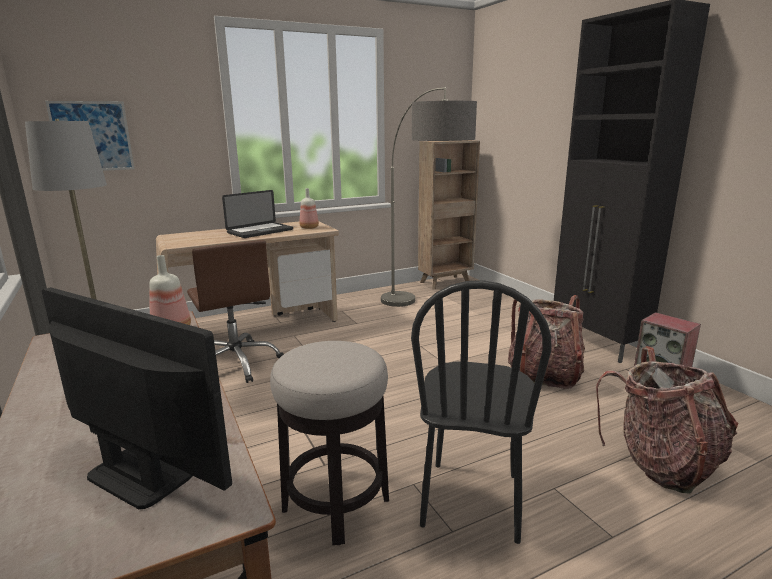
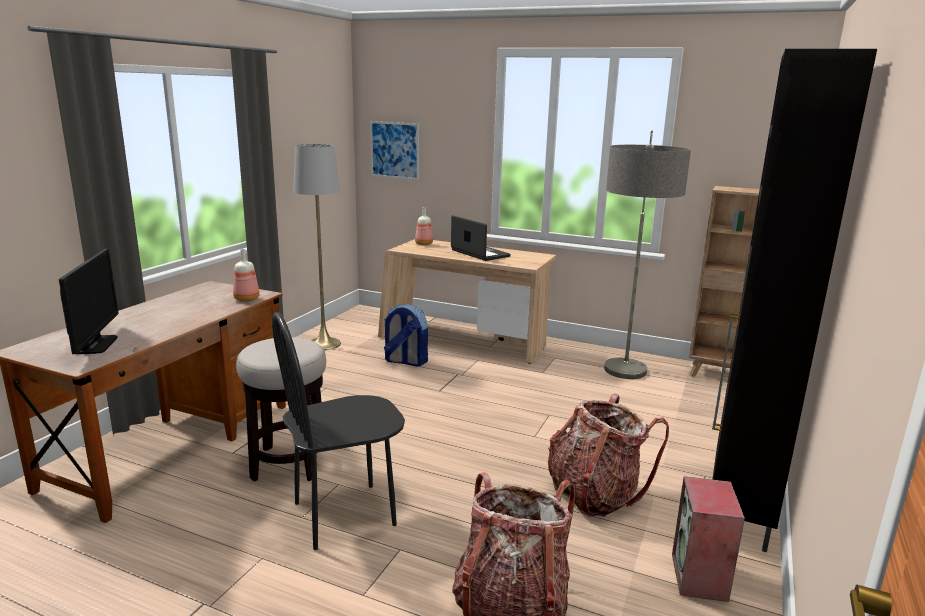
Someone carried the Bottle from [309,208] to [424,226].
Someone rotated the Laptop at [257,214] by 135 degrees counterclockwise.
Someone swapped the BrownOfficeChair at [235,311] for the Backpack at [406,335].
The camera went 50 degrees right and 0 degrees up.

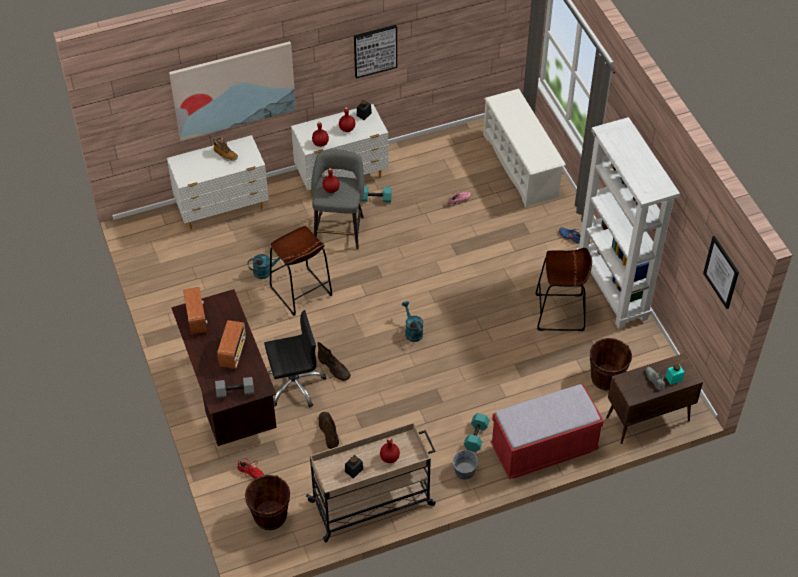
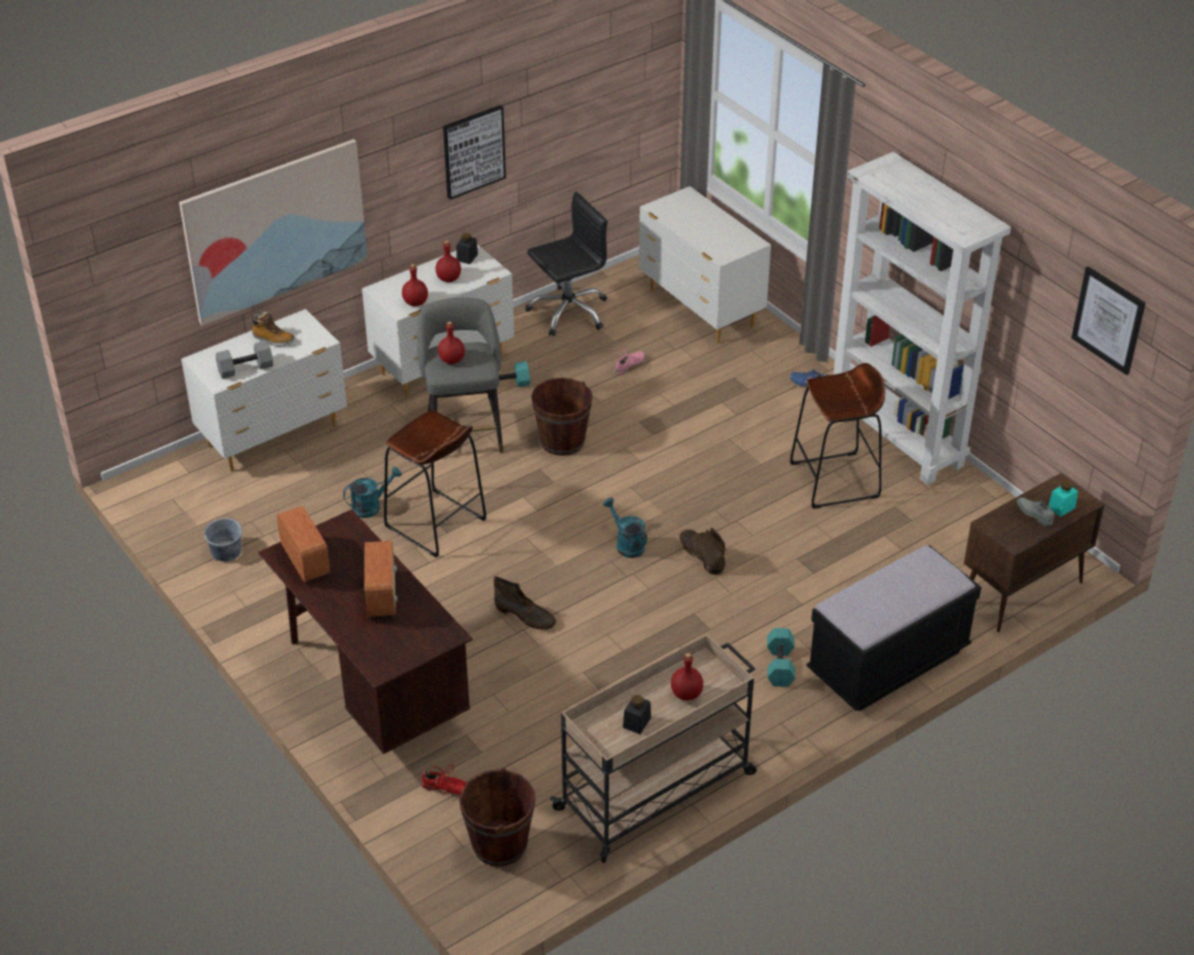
Someone swapped the WhiteShoeRack at [524,148] for the WhiteDresser at [705,264].
Someone carried the BlackOfficeChair from [295,358] to [566,264].
Someone carried the BrownBucket from [611,364] to [562,417].
Someone carried the GreyDumbbell from [234,387] to [244,360].
Someone repainted the RedBench at [547,431], which became the BlackBench at [894,628].
Someone carried the BrownBoot from [329,430] to [702,551].
Someone carried the GreyBucket from [465,465] to [223,538].
The camera went 15 degrees left and 10 degrees down.

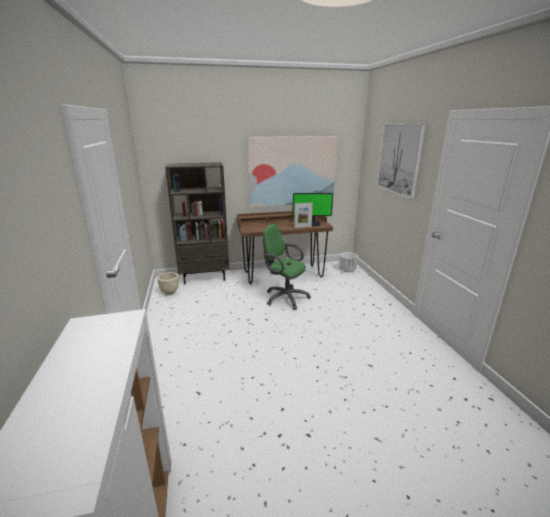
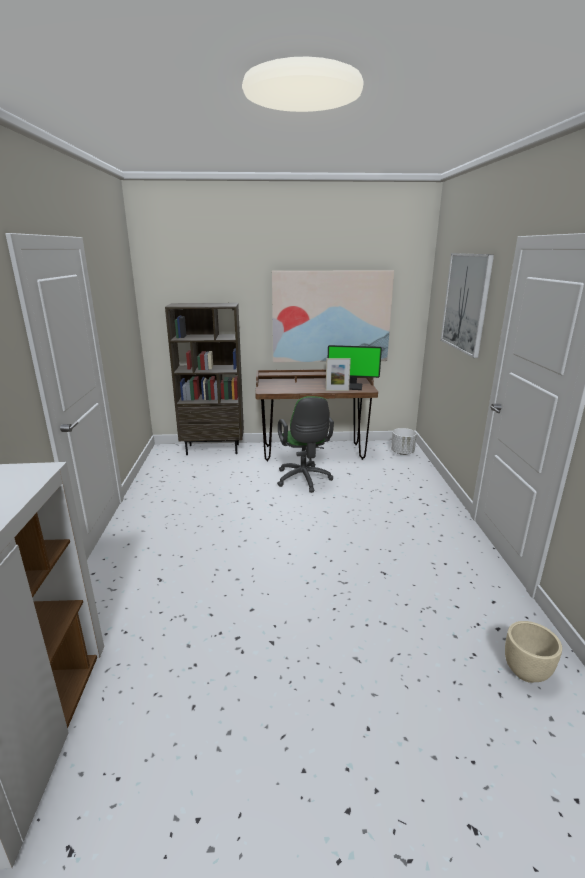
Someone rotated the GreenOfficeChair at [287,267] by 150 degrees counterclockwise.
Someone carried the BeigePlanter from [168,283] to [533,652].
The camera went 10 degrees right and 0 degrees up.

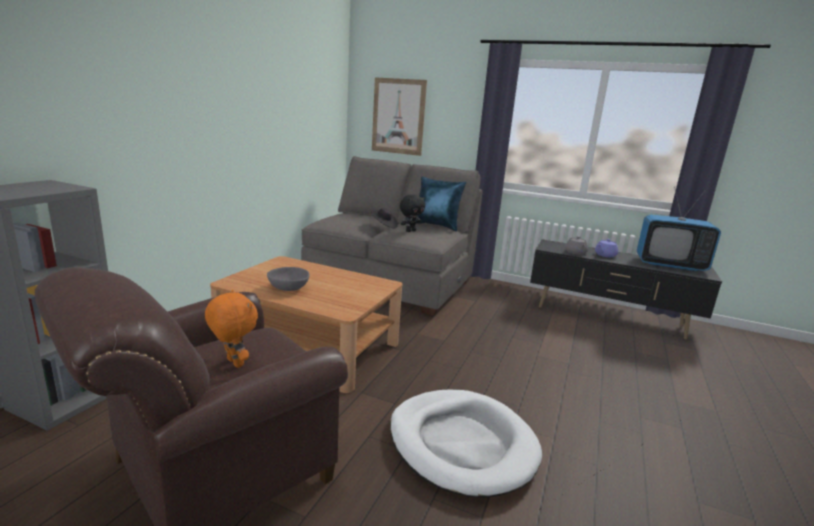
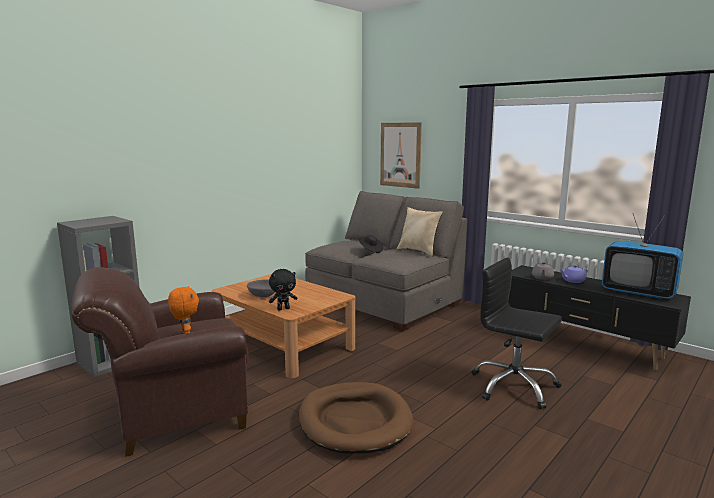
Someone repainted the BluePillow at [441,203], which became the BeigePillow at [419,231].
Someone carried the BlackPlushToy from [412,213] to [283,289].
Someone repainted the WhiteDogBed at [466,443], which became the BrownDogBed at [356,418].
Someone put down the BlackOfficeChair at [516,333].
The camera went 20 degrees right and 5 degrees down.

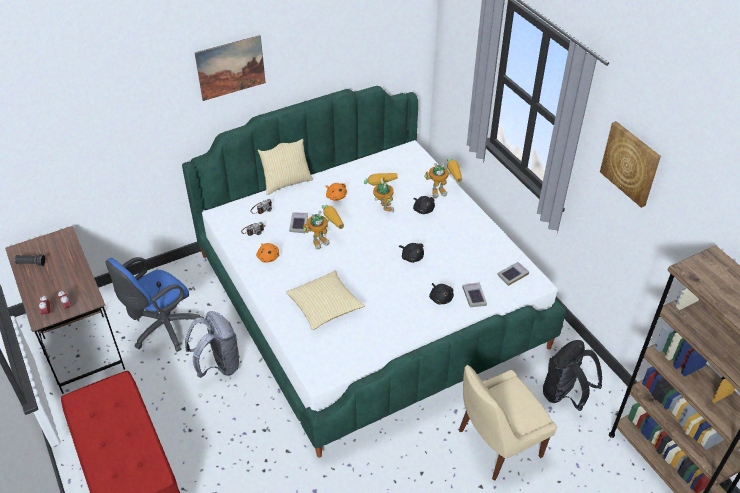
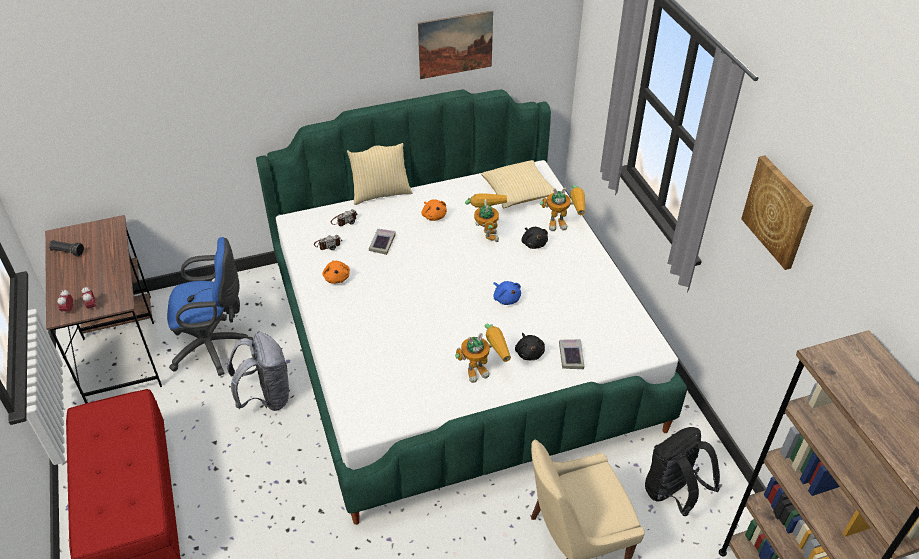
Someone carried the Picture from [230,68] to [455,44].
Someone carried the ToyRobot from [323,227] to [483,353].
Someone repainted the BlackPlushToy at [411,253], which became the BluePlushToy at [507,293].
Someone rotated the BlueOfficeChair at [155,304] by 150 degrees counterclockwise.
Someone took away the Book at [513,274].
Someone carried the Pillow from [325,300] to [517,184].
The camera went 10 degrees right and 0 degrees up.

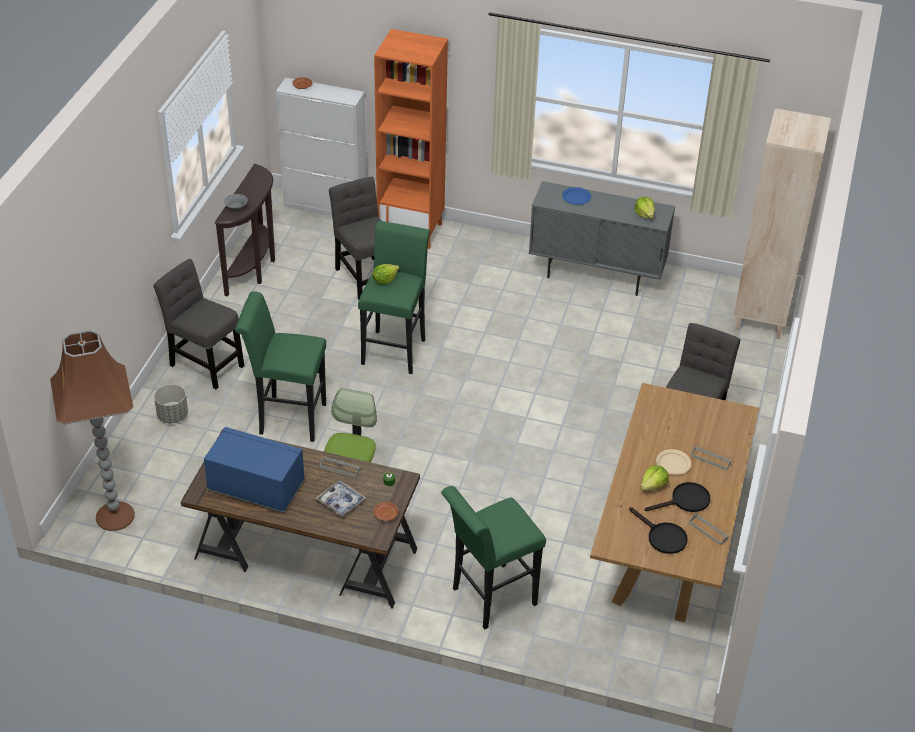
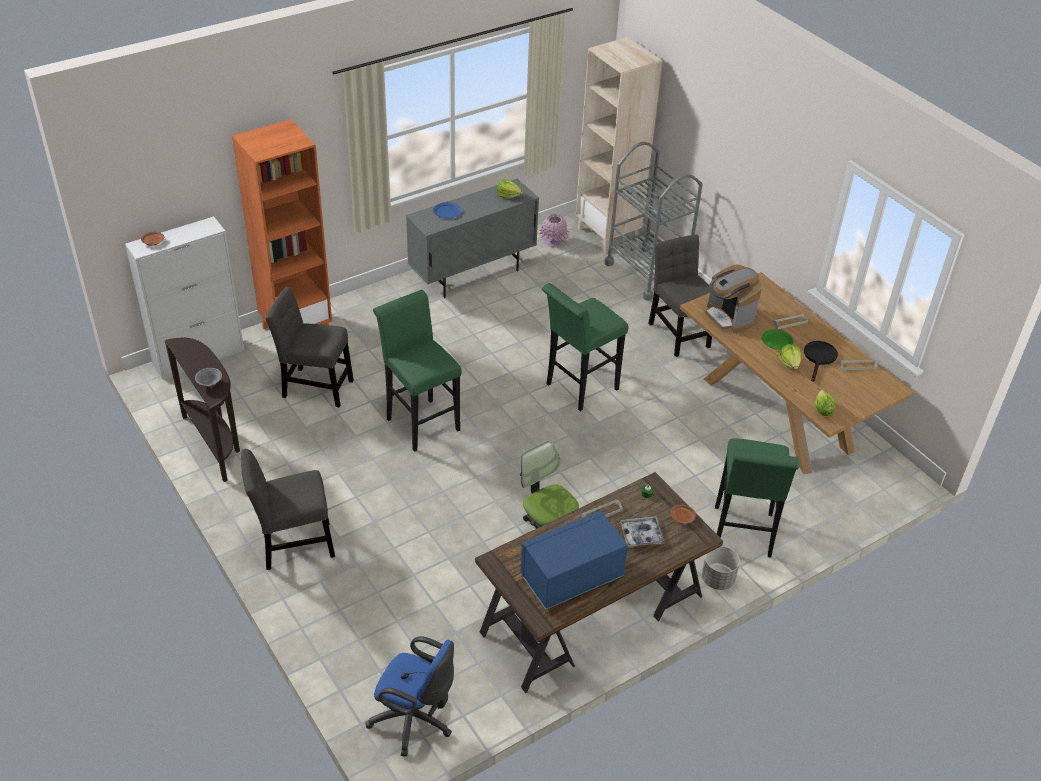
Someone carried the Lettuce from [386,274] to [825,403].
Someone carried the GreenStool from [280,366] to [585,347].
Someone swapped the BrownFloorLamp at [92,430] for the BlueOfficeChair at [409,696].
Someone carried the GreyPlanter from [171,403] to [721,568].
Someone repainted the BeigePlate at [673,462], which became the GreenPlate at [777,339].
Someone took away the BlackFryingPan at [658,530].
Someone put down the GreyCart at [654,221].
Someone put down the PinkVase at [554,230].
Someone put down the CoffeeMachine at [733,299].
The camera went 50 degrees left and 0 degrees up.

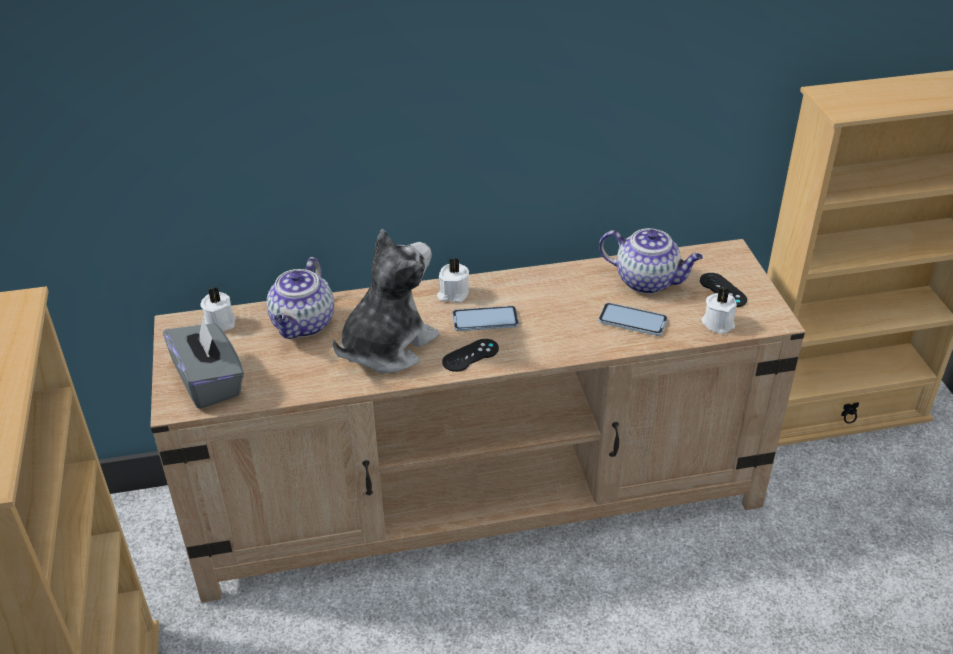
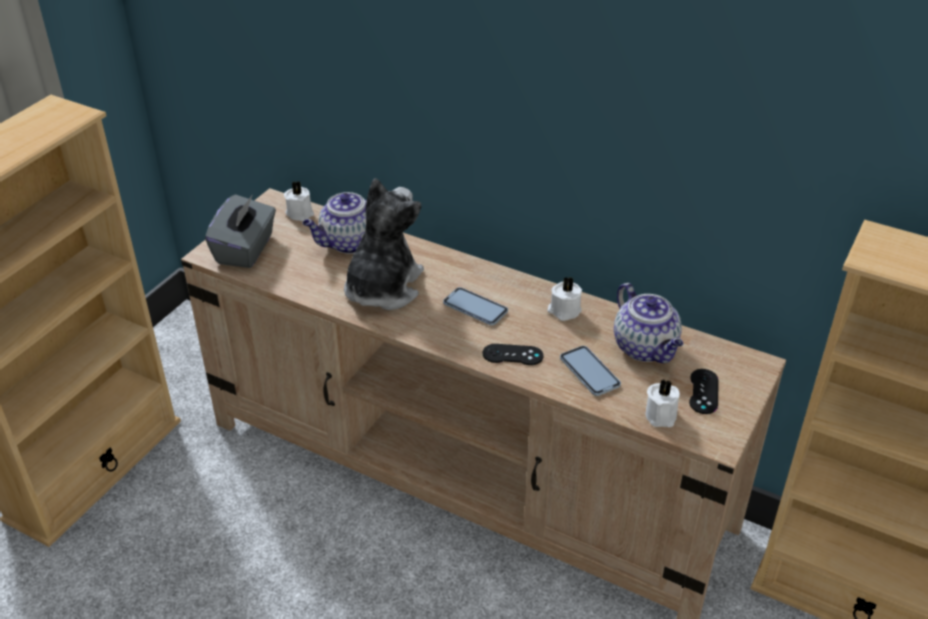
Someone rotated the PlushToy at [385,301] by 60 degrees counterclockwise.
Someone carried the WhiteCandle from [453,280] to [564,298].
Someone carried the BlackGameController from [470,355] to [513,354].
The camera went 40 degrees right and 0 degrees up.

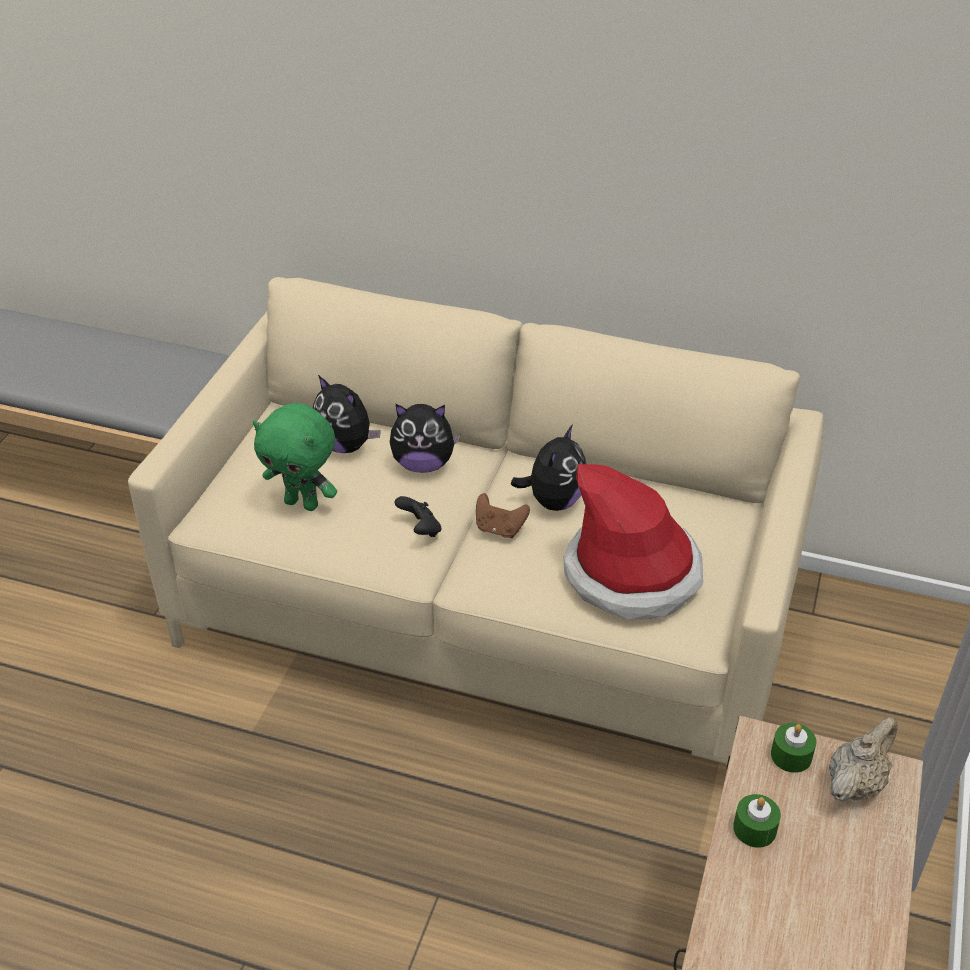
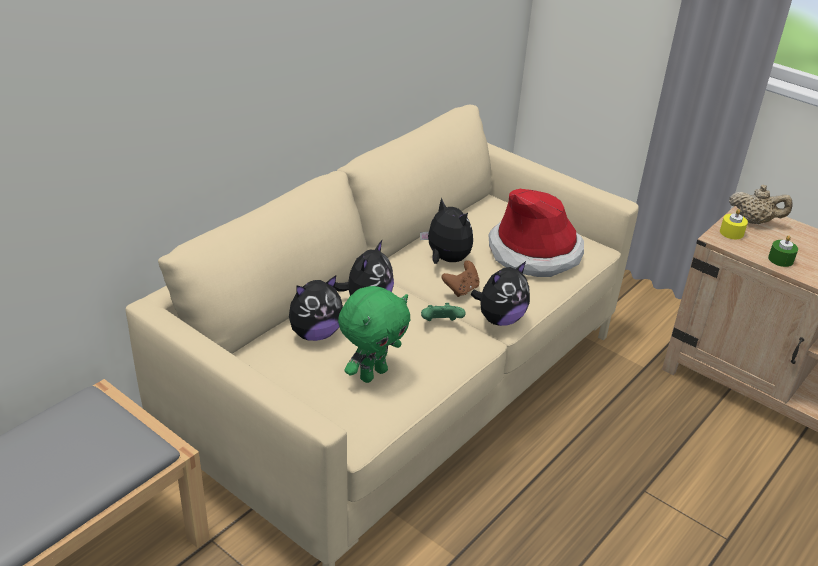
Someone repainted the BlackGameController at [418,516], which became the GreenGameController at [443,312].
Someone rotated the BeigeTeapot at [863,759] by 135 degrees clockwise.
Someone repainted the GreenCandle at [793,748], which became the YellowCandle at [734,224].
Someone put down the PlushToy at [500,293].
The camera went 70 degrees left and 5 degrees down.

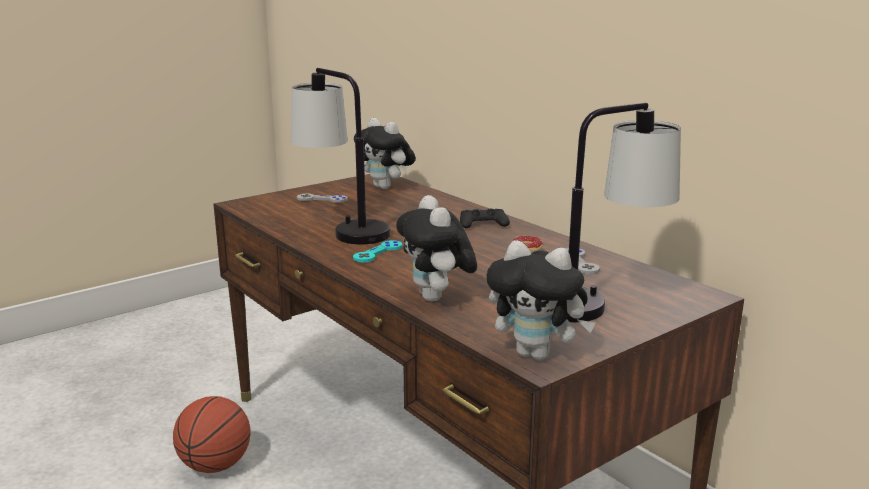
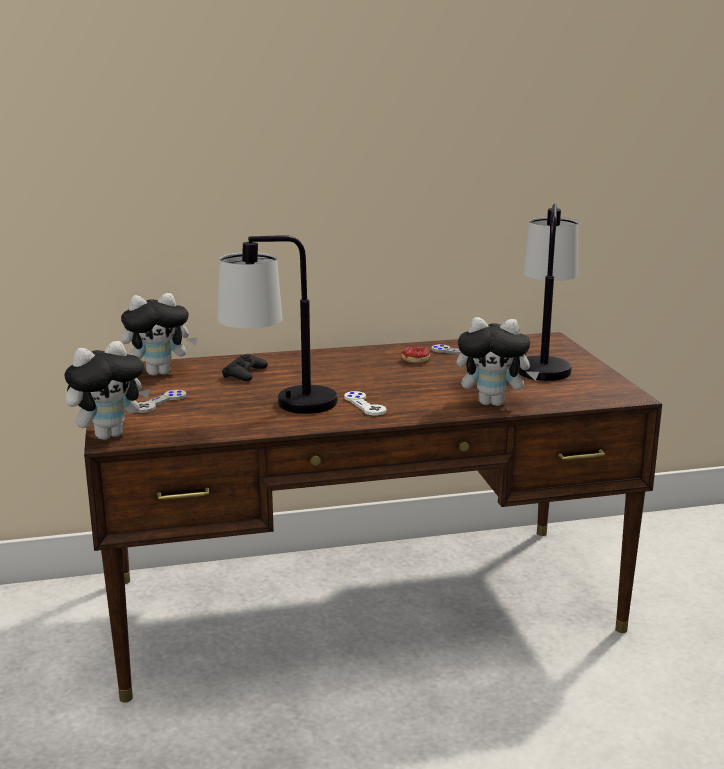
Someone carried the BlackGameController from [485,218] to [245,367].
Someone repainted the TurquoiseGameController at [377,251], which became the WhiteGameController at [365,403].
Someone carried the PlushToy from [541,300] to [107,390].
Someone took away the Basketball at [212,434].
The camera went 65 degrees left and 0 degrees up.

